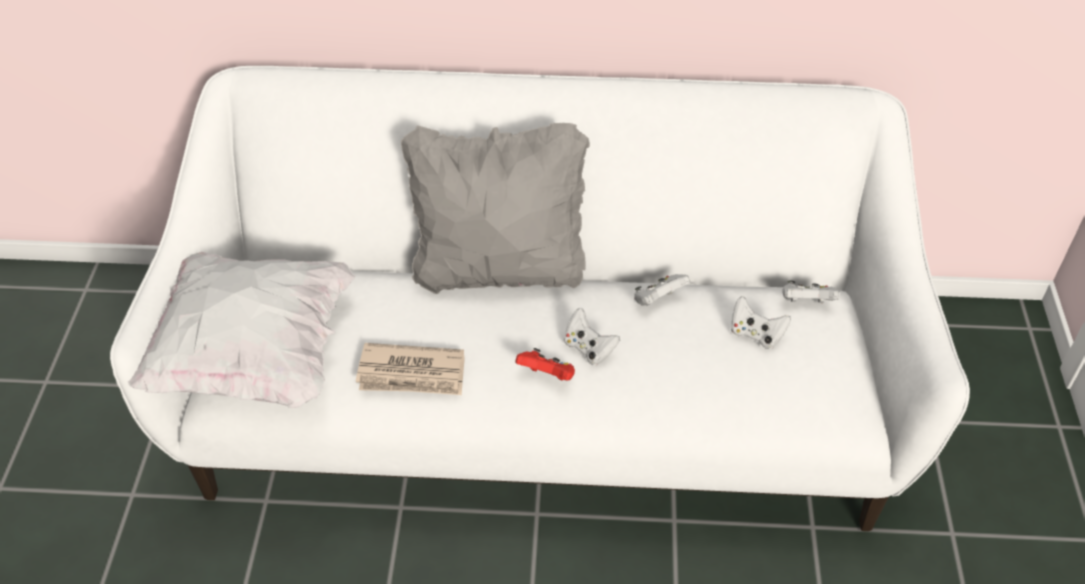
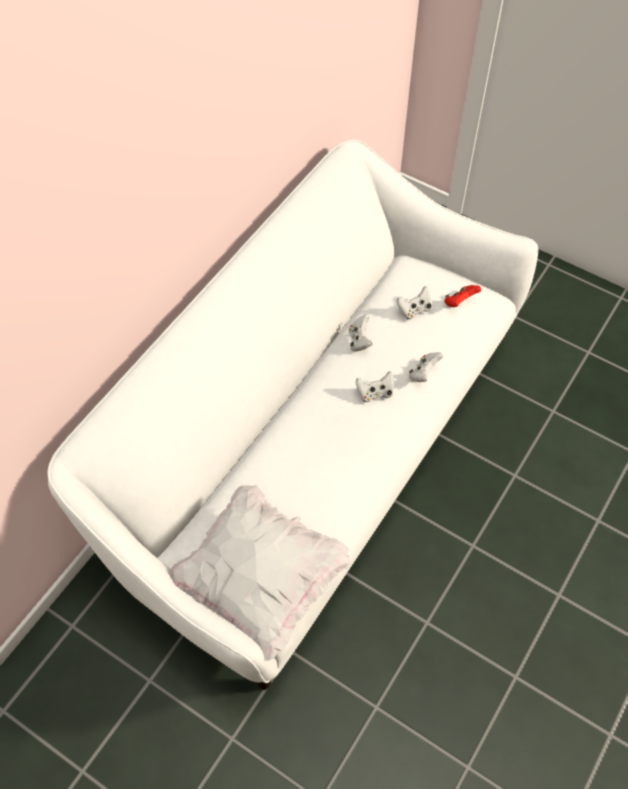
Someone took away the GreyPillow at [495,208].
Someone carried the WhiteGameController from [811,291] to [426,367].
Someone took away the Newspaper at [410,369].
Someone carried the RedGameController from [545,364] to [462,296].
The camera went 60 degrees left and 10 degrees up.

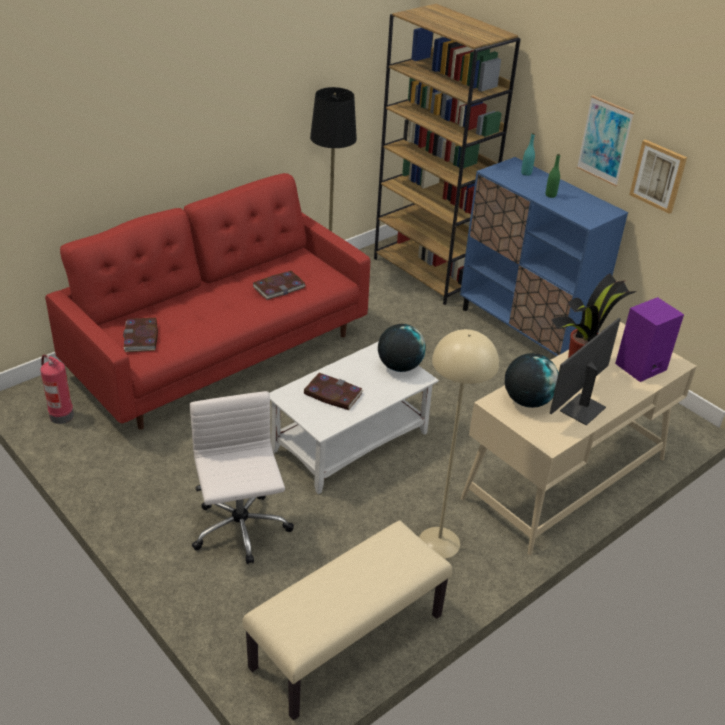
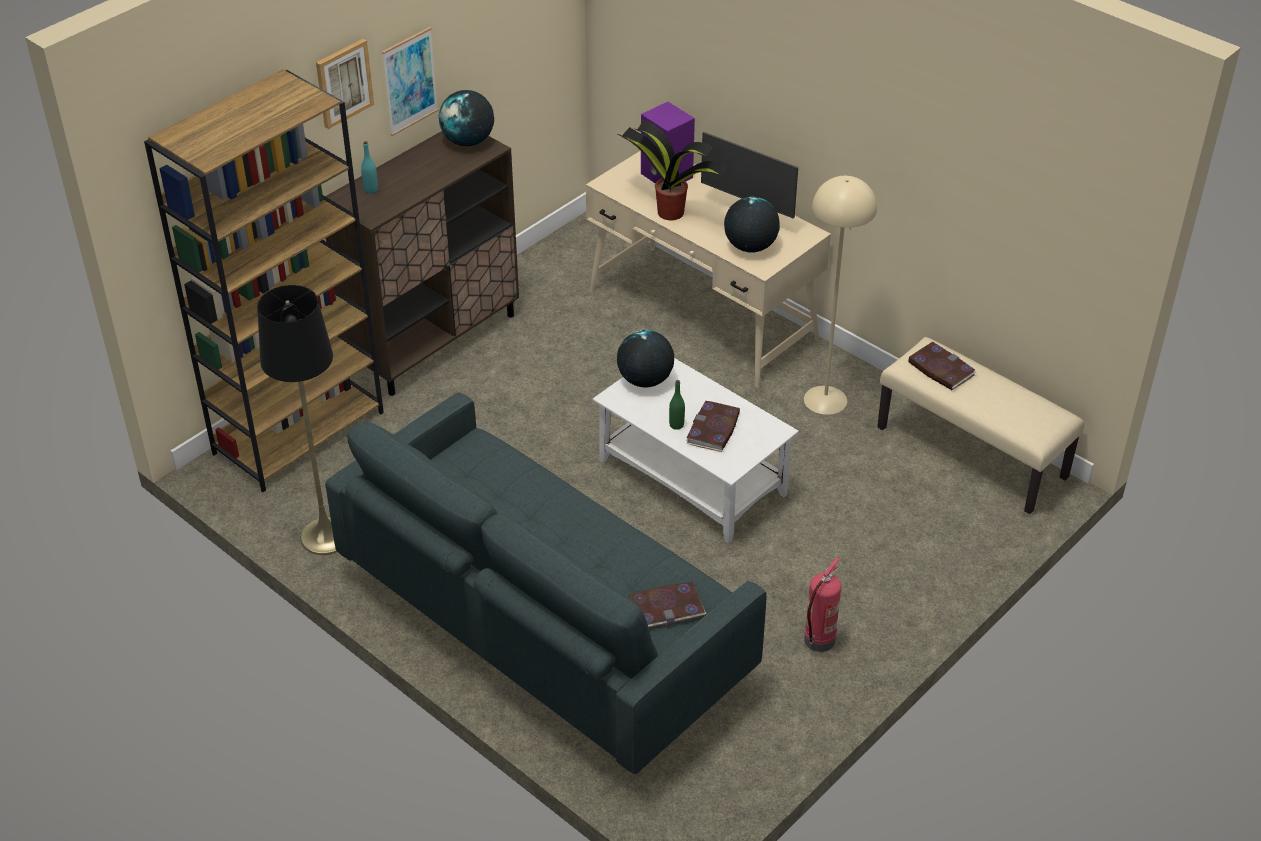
Someone carried the Picture from [658,176] to [345,84].
Someone carried the GreenBottle from [553,176] to [677,405].
Someone repainted the BlueCabinet at [544,256], which became the BrownCabinet at [422,263].
Someone repainted the RedSofa at [207,301], which became the GreySofa at [546,583].
Someone carried the Book from [279,285] to [942,366].
Someone carried the FireExtinguisher from [57,389] to [822,604].
Someone took away the WhiteOfficeChair at [242,477].
Someone put down the Globe at [466,118].
The camera went 95 degrees left and 5 degrees up.

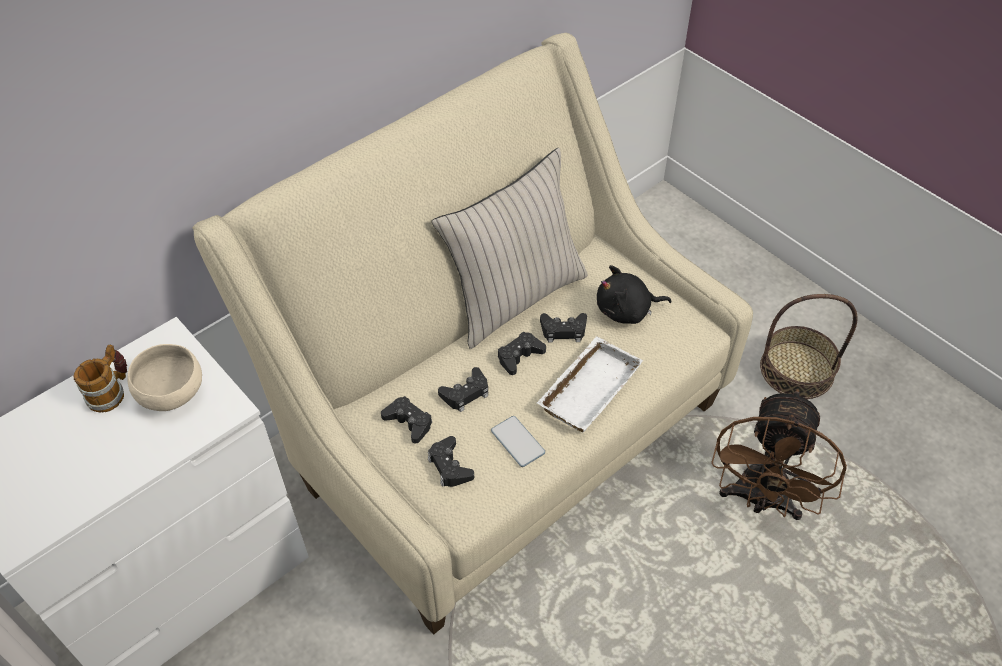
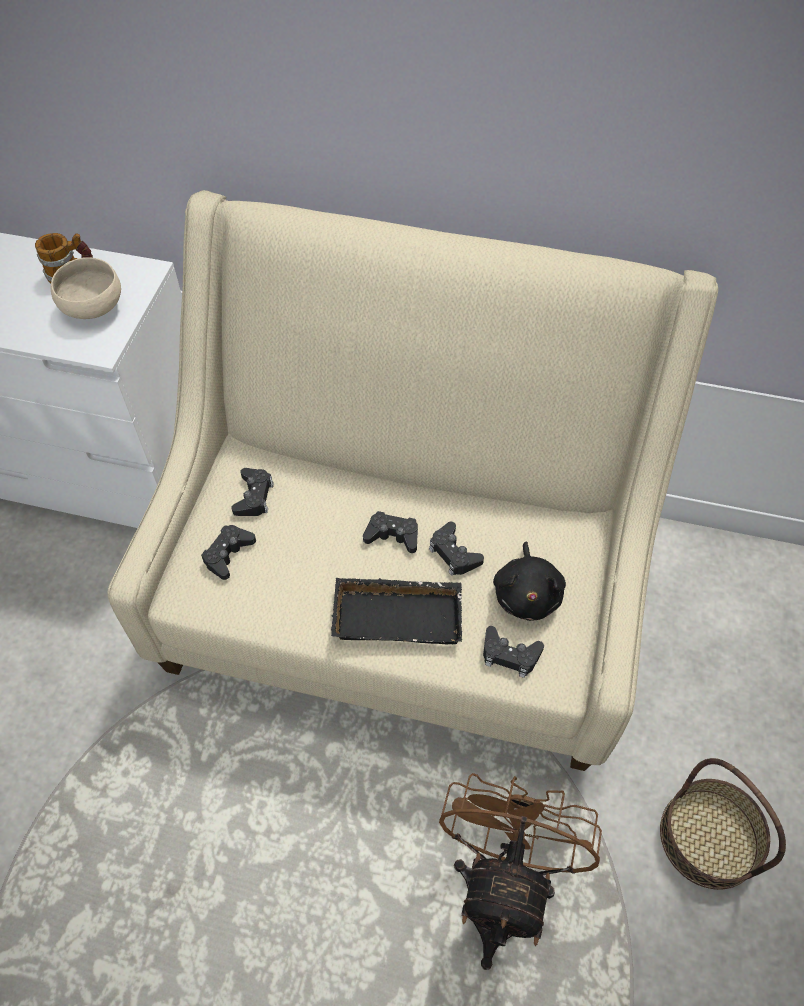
Someone took away the BeigePillow at [510,248].
Someone rotated the BlackPlushToy at [634,294] by 135 degrees counterclockwise.
Someone repainted the WhiteTray at [590,384], which became the BlackTray at [396,611].
Someone carried the BlackGameController from [463,389] to [513,652].
Someone rotated the BrownFan at [779,454] by 120 degrees clockwise.
Someone took away the Phone at [518,441].
The camera went 55 degrees right and 5 degrees up.

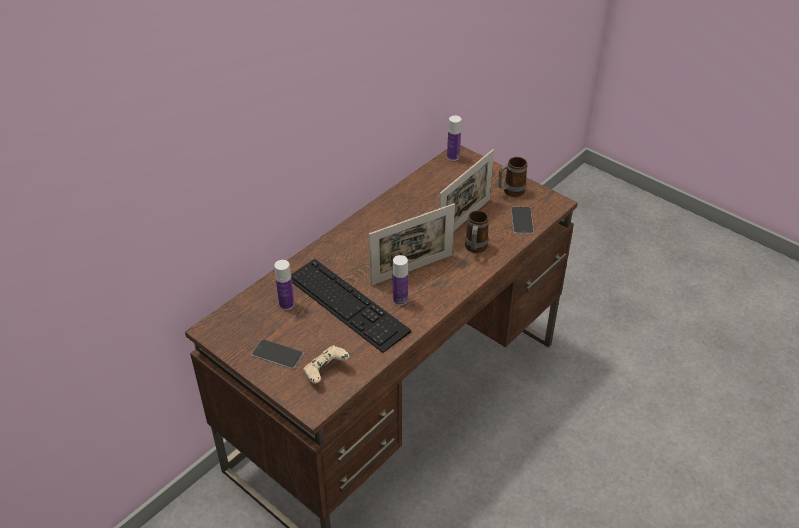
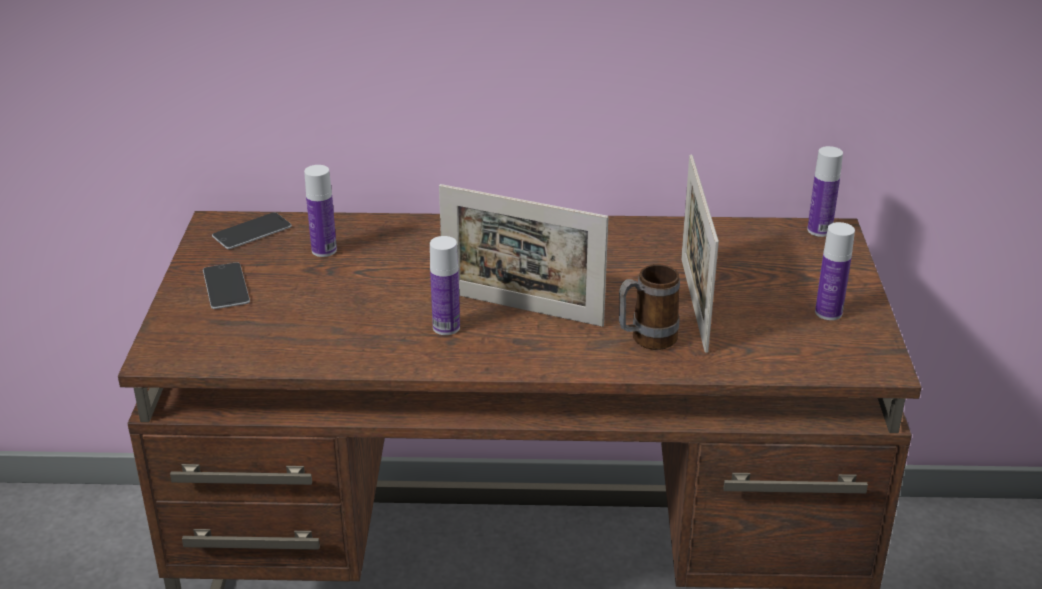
Someone rotated the PictureFrame at [466,190] by 90 degrees clockwise.
Someone swapped the Mug at [512,177] for the Bottle at [835,271].
Someone carried the Phone from [522,220] to [252,230].
Someone took away the Keyboard at [351,306].
Someone took away the BeigeGameController at [327,364].
The camera went 50 degrees right and 10 degrees down.

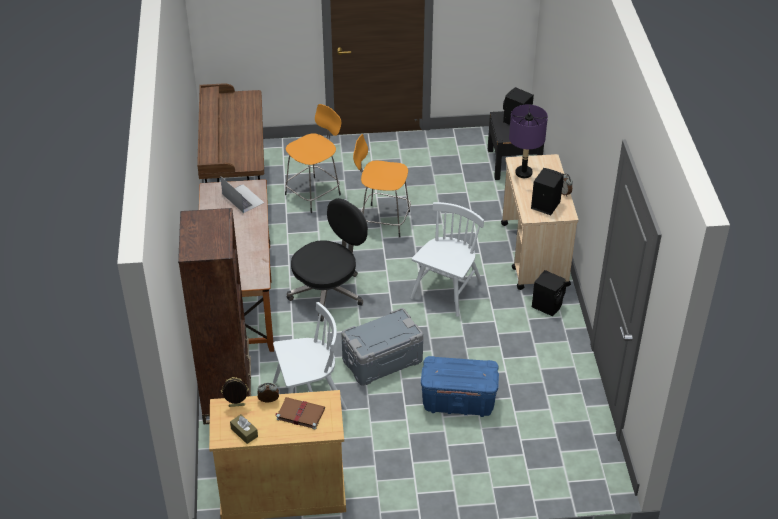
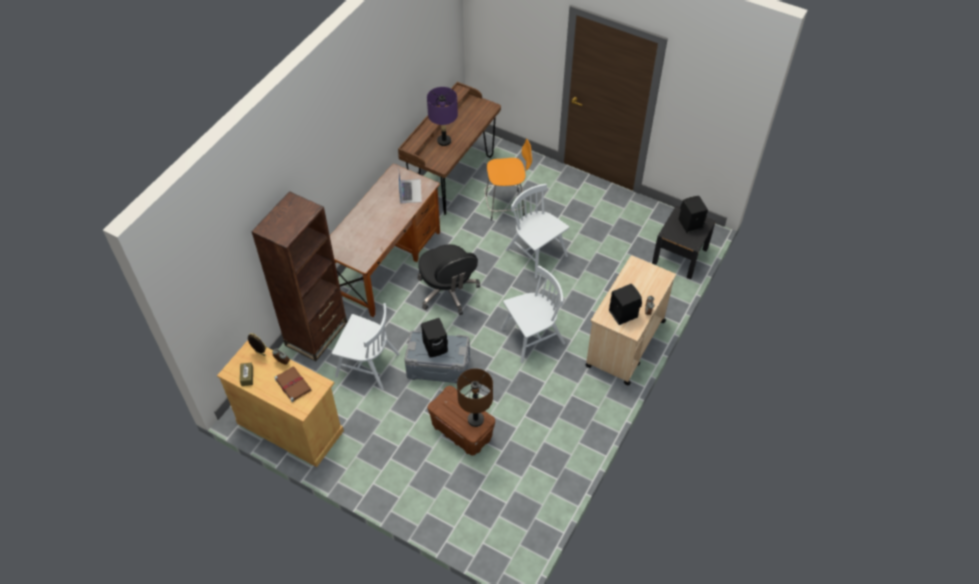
Someone carried the PurpleTableLamp from [528,141] to [442,116].
Someone swapped the OrangeStool at [382,186] for the WhiteChair at [537,231].
Someone rotated the BlackOfficeChair at [327,260] by 75 degrees clockwise.
Someone carried the BlackSpeaker from [549,293] to [434,338].
Someone repainted the BlueStorageBox at [460,386], which became the BrownStorageBox at [461,420].
Someone put down the BrownTableLamp at [475,397].
The camera went 35 degrees right and 10 degrees up.

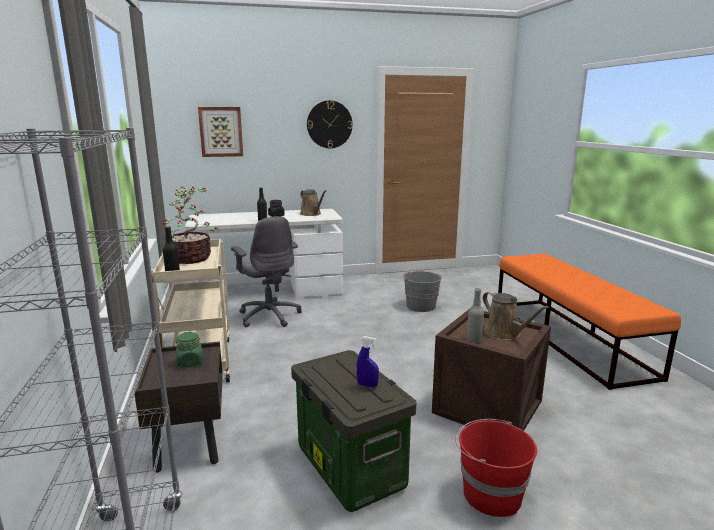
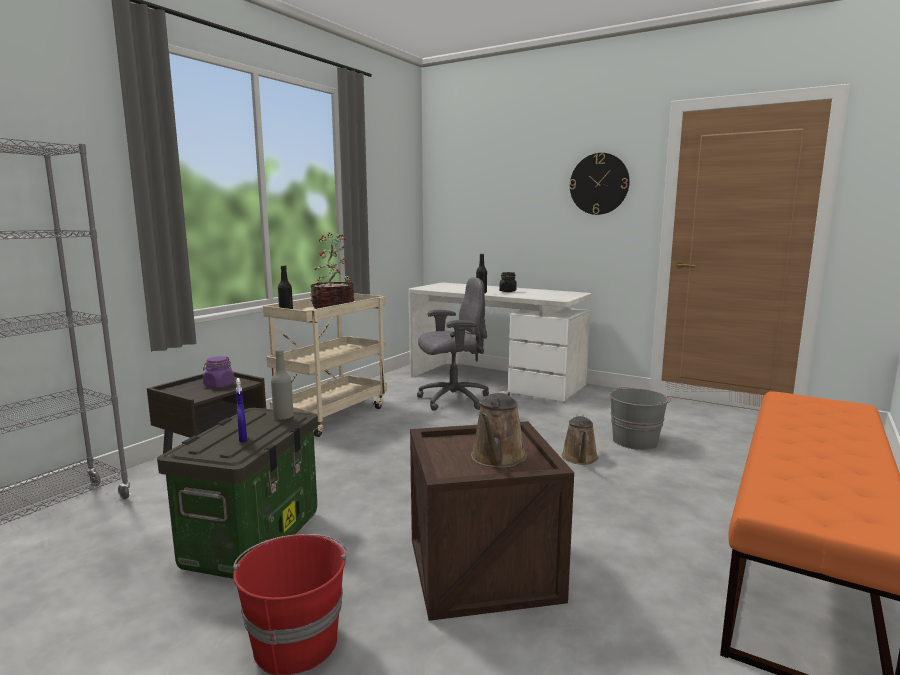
Someone took away the Picture at [220,132].
Someone carried the BrownWateringCan from [313,202] to [579,439].
Someone rotated the GreyOfficeChair at [266,271] by 120 degrees counterclockwise.
Someone carried the GreyBottle from [475,315] to [282,384].
Someone repainted the GreenJar at [189,349], which became the PurpleJar at [219,372].
The camera went 45 degrees right and 5 degrees down.

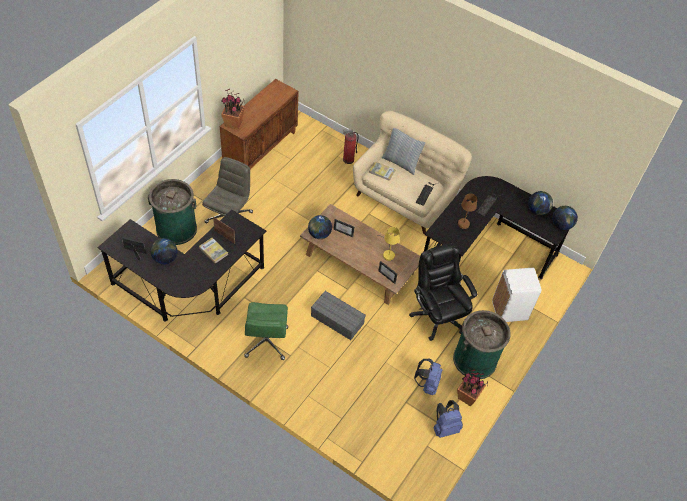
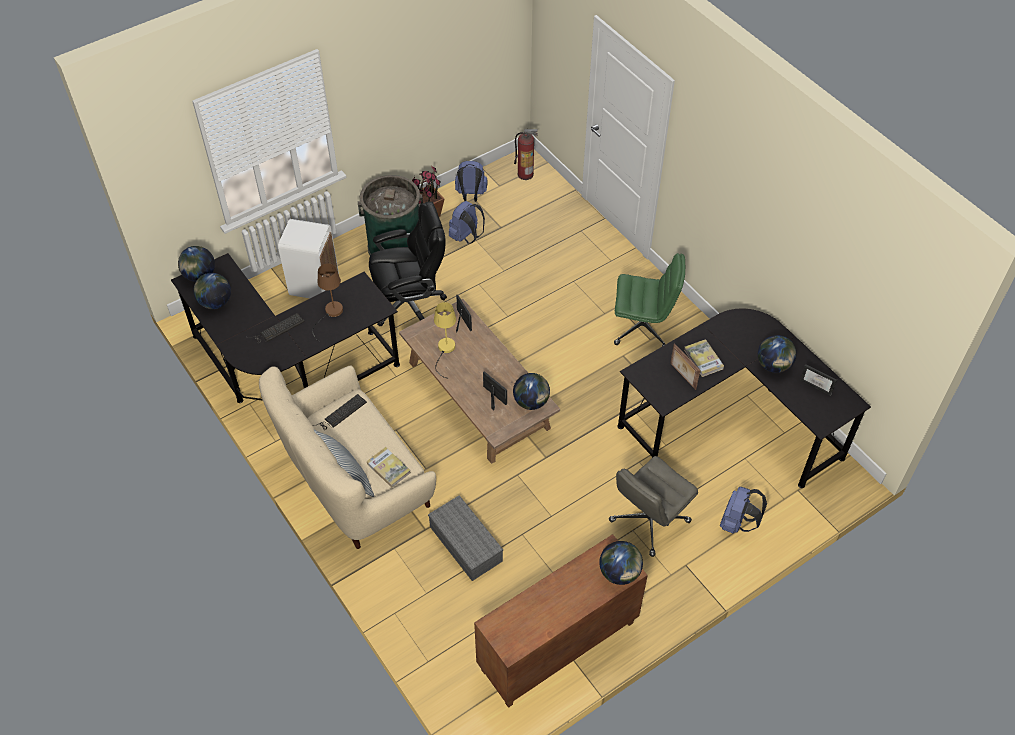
Someone swapped the PottedPlant at [233,109] for the Globe at [621,563].
Someone carried the FireExtinguisher from [351,147] to [526,154].
Someone swapped the GreenTrashCan at [172,212] for the BlueBackpack at [743,510].
Someone rotated the BlackOfficeChair at [443,292] by 105 degrees counterclockwise.
Someone carried the GreyStorageBox from [338,315] to [465,538].
Someone rotated the GreenOfficeChair at [266,331] by 75 degrees clockwise.
The camera went 155 degrees left and 0 degrees up.

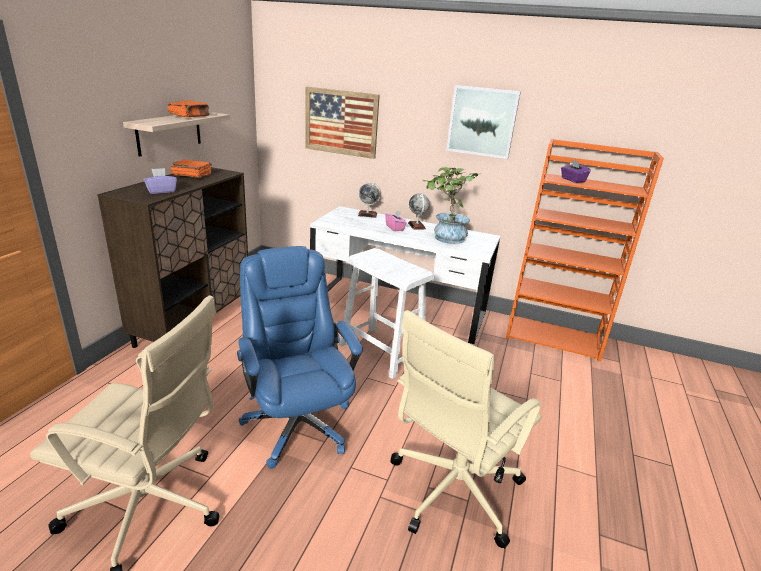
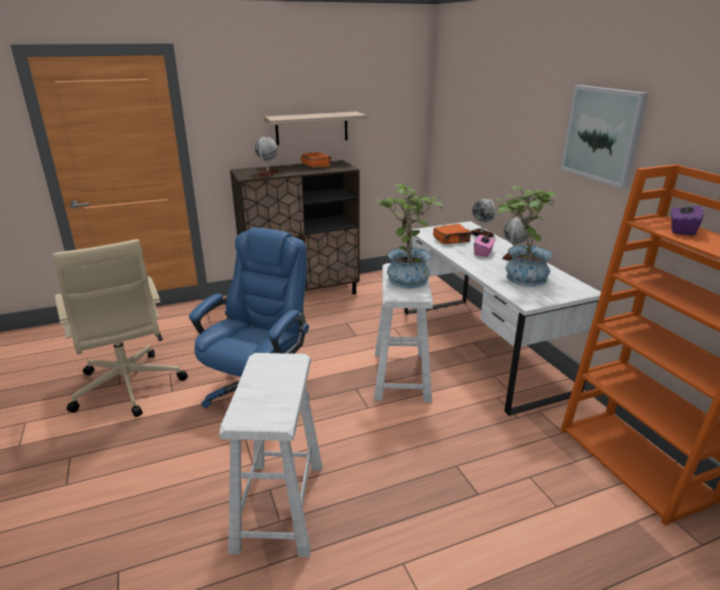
Someone took away the Picture at [342,123].
Someone carried the OrangeBook from [188,108] to [452,234].
Someone swapped the PurpleTissueBox at [160,181] for the Globe at [267,156].
Someone swapped the BeigeOfficeChair at [465,429] for the WhiteStool at [271,455].
Someone put down the PottedPlant at [408,235].
The camera went 50 degrees right and 0 degrees up.

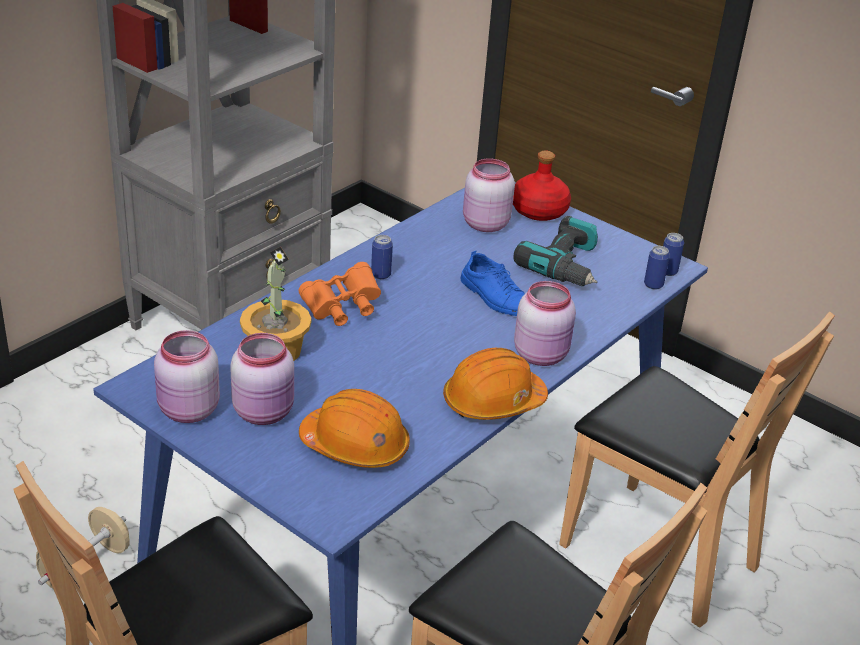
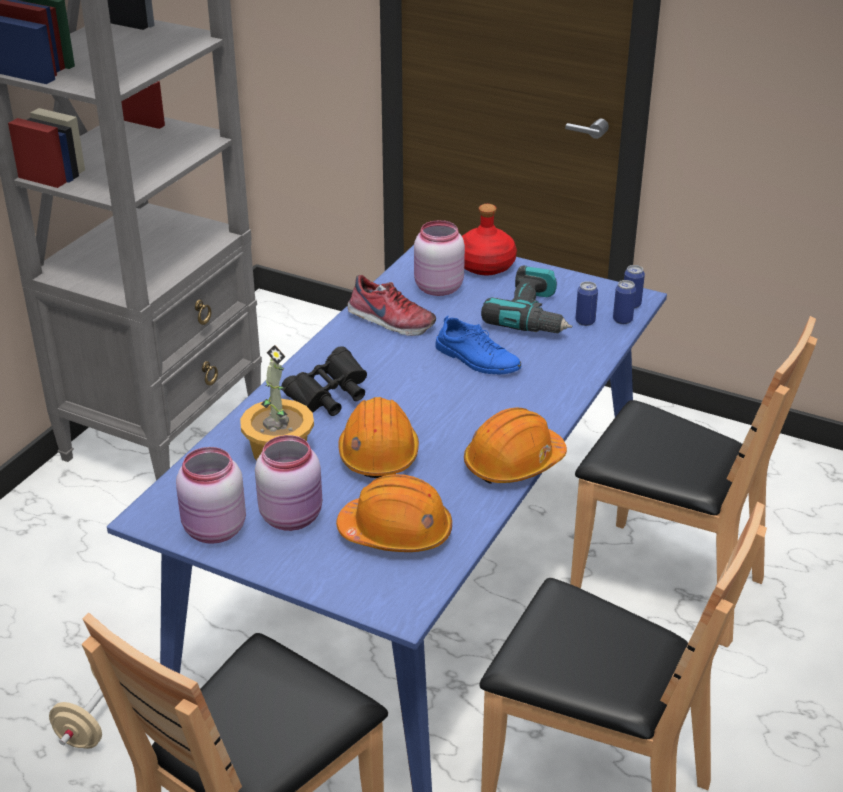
Someone carried the Can from [382,257] to [586,303].
Someone repainted the OrangeBinoculars at [340,294], which became the BlackBinoculars at [324,381].
Someone took away the PinkJar at [545,323].
Someone put down the Shoe at [391,305].
Someone put down the OrangeHardHat at [378,437].
The camera went 10 degrees left and 0 degrees up.

